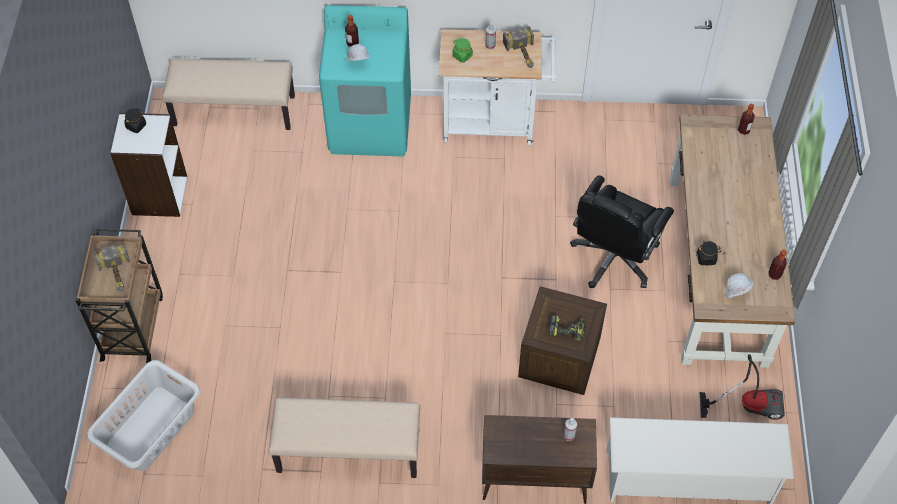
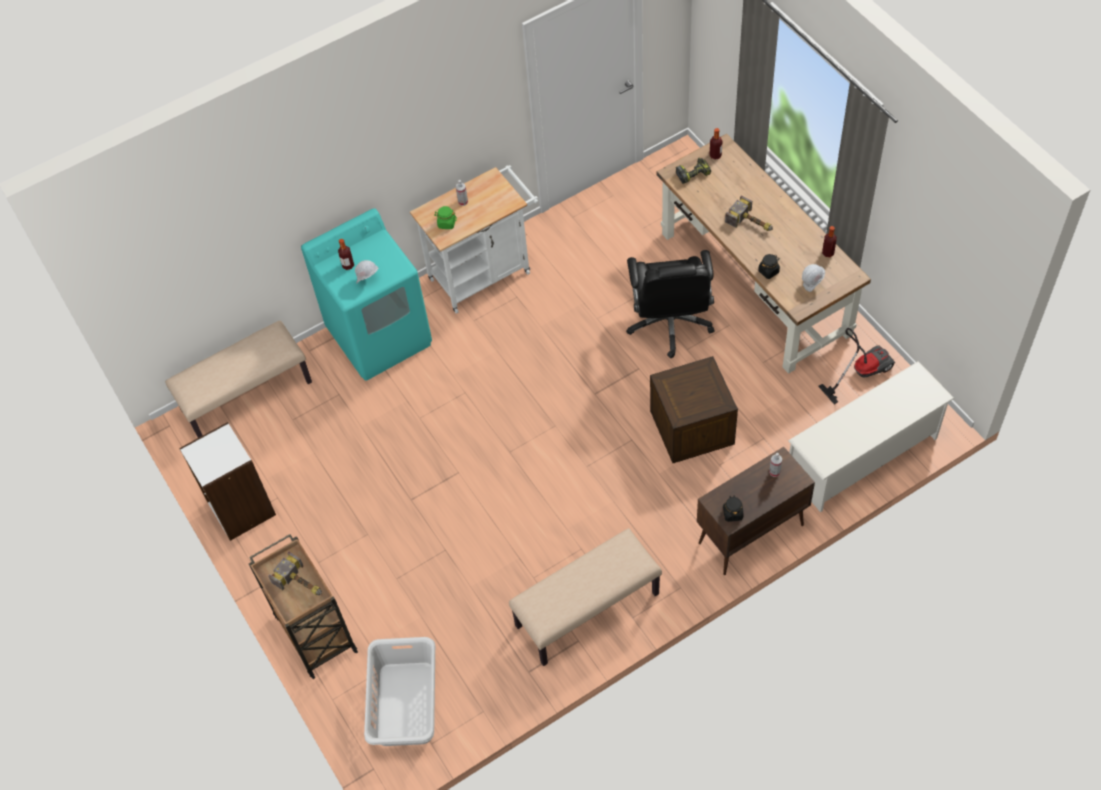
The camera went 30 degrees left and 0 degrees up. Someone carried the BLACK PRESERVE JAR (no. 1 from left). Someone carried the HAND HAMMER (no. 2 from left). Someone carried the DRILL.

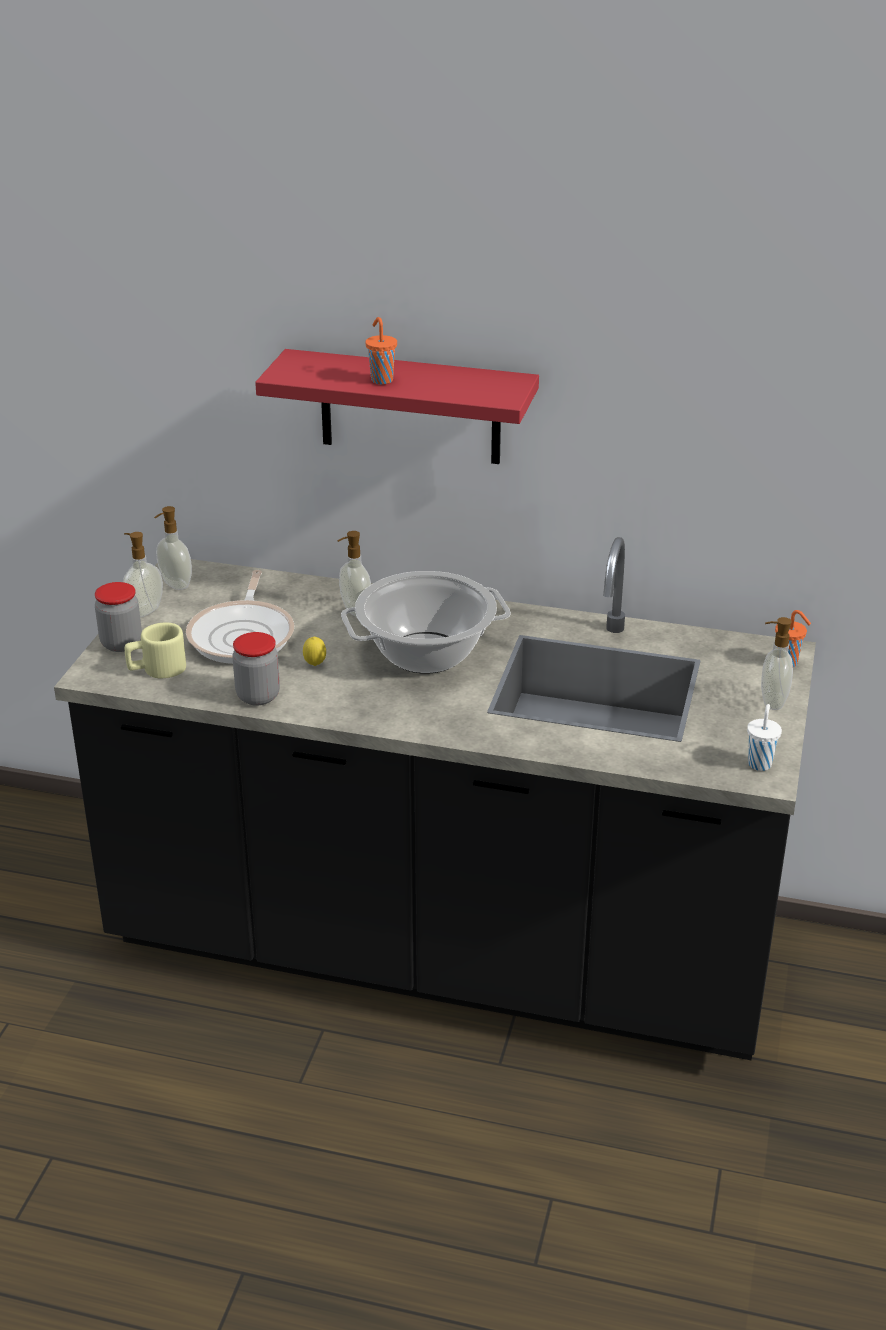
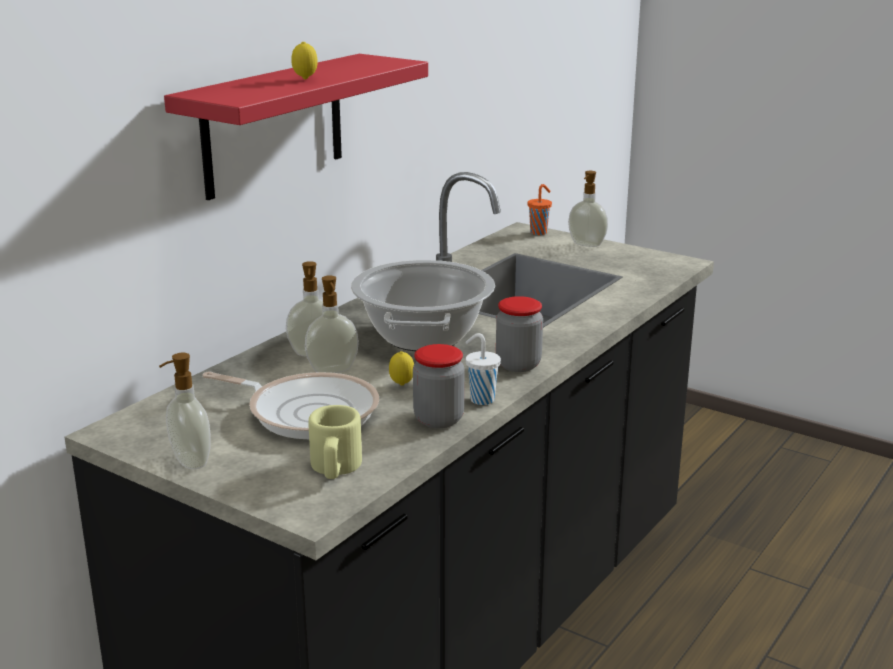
The camera went 70 degrees left and 10 degrees down. Someone carried the PRESERVE JAR (no. 1 from left in the first image). Someone carried the LIQUID SOAP BOTTLE (no. 2 from left in the first image). Someone swapped the ORANGEY DRINKING CUP (no. 1 from left) for the WHOLE LEMON (no. 1 from left). Someone carried the WHITISH DRINKING CUP.

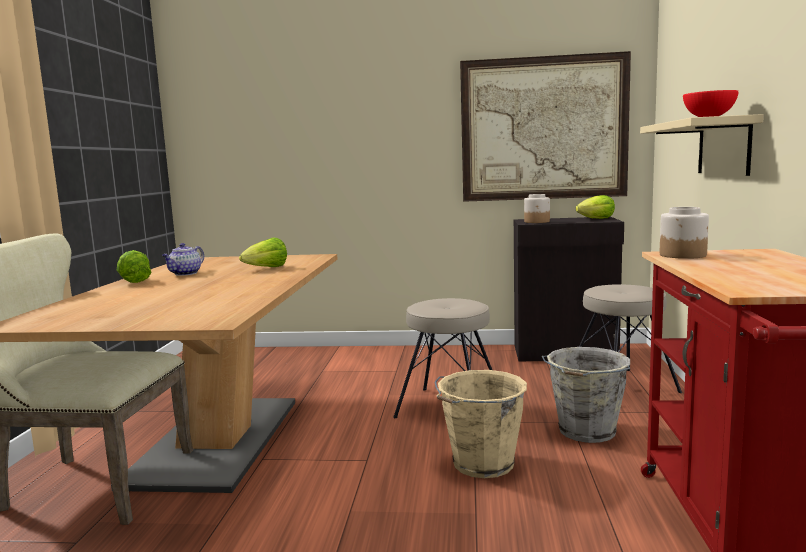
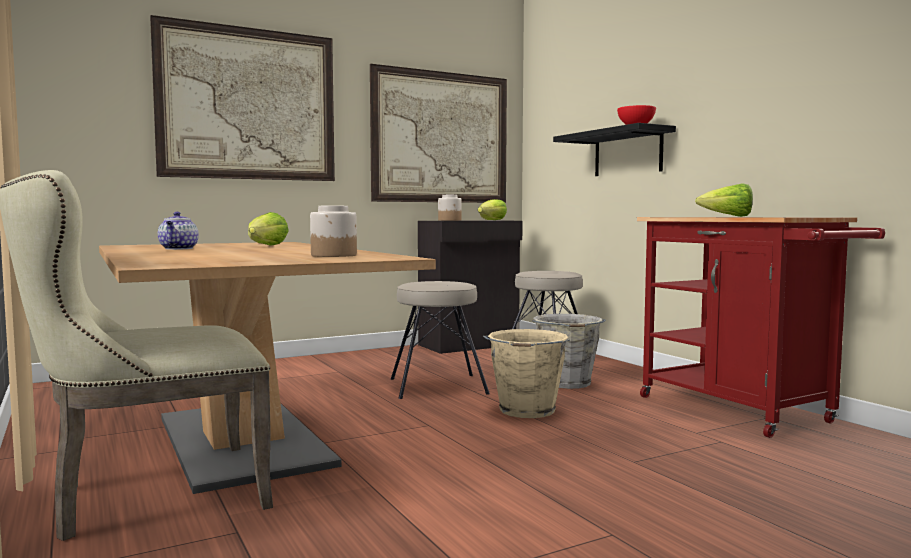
The camera went 35 degrees left and 5 degrees down. Someone carried the LETTUCE (no. 1 from left in the first image). Someone repainted the BEIGE SHELF, which became the BLACK SHELF. Someone carried the PRESERVE JAR (no. 2 from left in the first image). Someone put up the WALL ART (no. 1 from left).

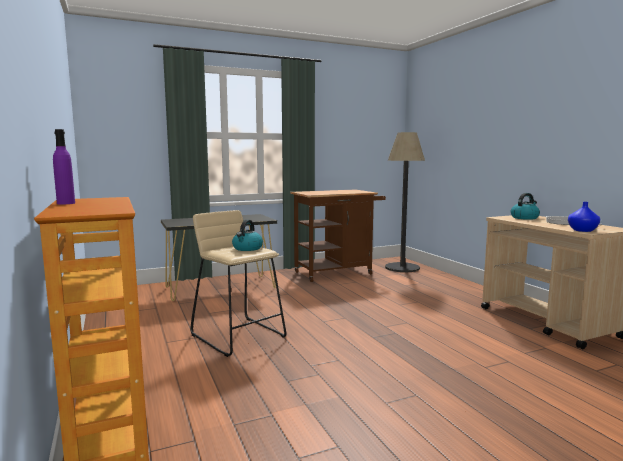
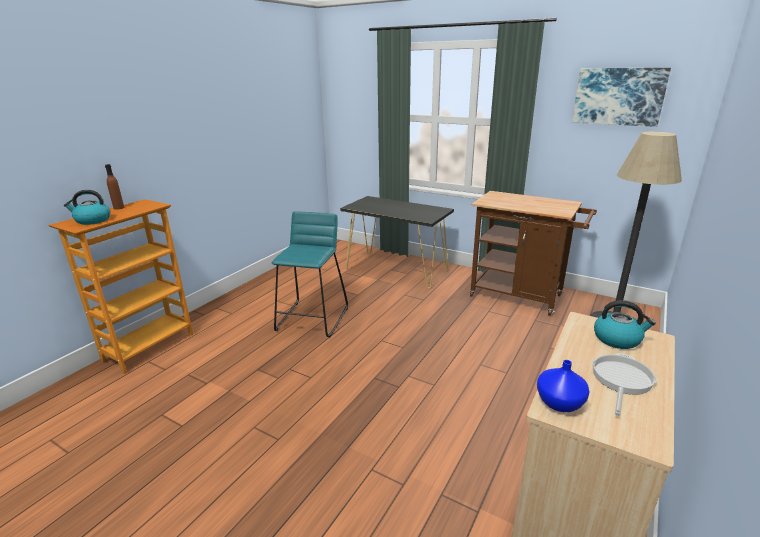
The camera went 55 degrees right and 15 degrees up. Someone repainted the PURPLISH BEVERAGE BOTTLE, which became the BROWN BEVERAGE BOTTLE. Someone repainted the BEIGE STOOL, which became the TURQUOISE-COLOURED STOOL. Someone carried the KETTLE (no. 1 from left). Someone put up the WALL ART.

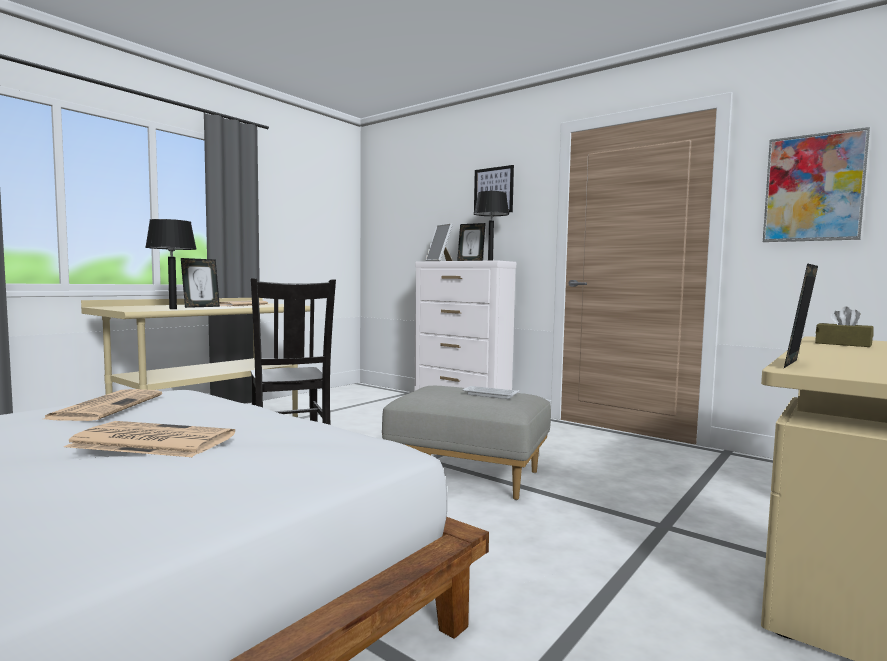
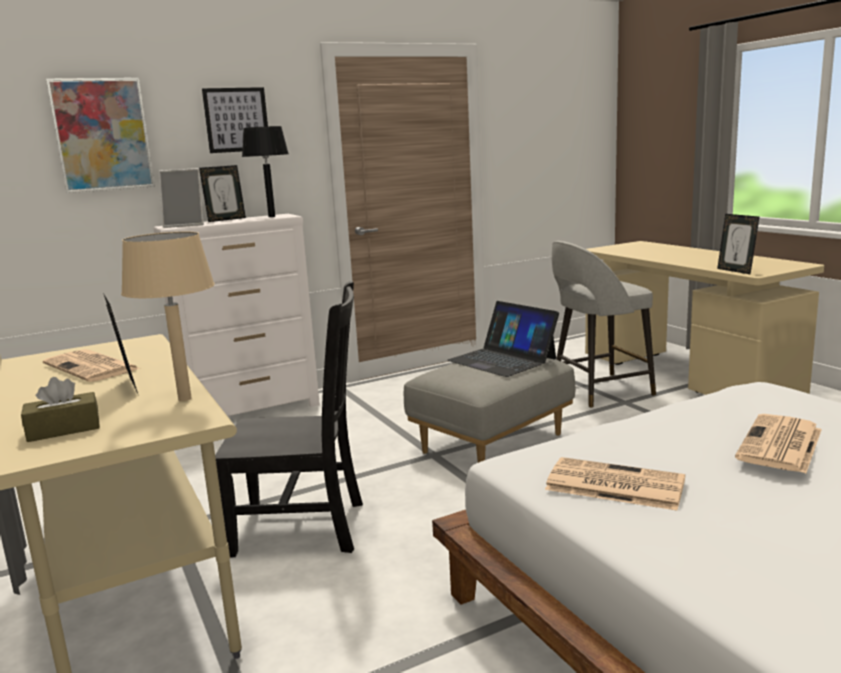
The camera went 65 degrees left and 10 degrees up. Someone repainted the BLACK TABLE LAMP (no. 1 from left), which became the BEIGE TABLE LAMP. Someone swapped the WHITISH TRAY for the NOTEBOOK COMPUTER. Someone carried the WALL ART (no. 2 from left in the first image). Someone carried the BROWN TISSUE HOLDER. Someone put down the GREY STOOL.

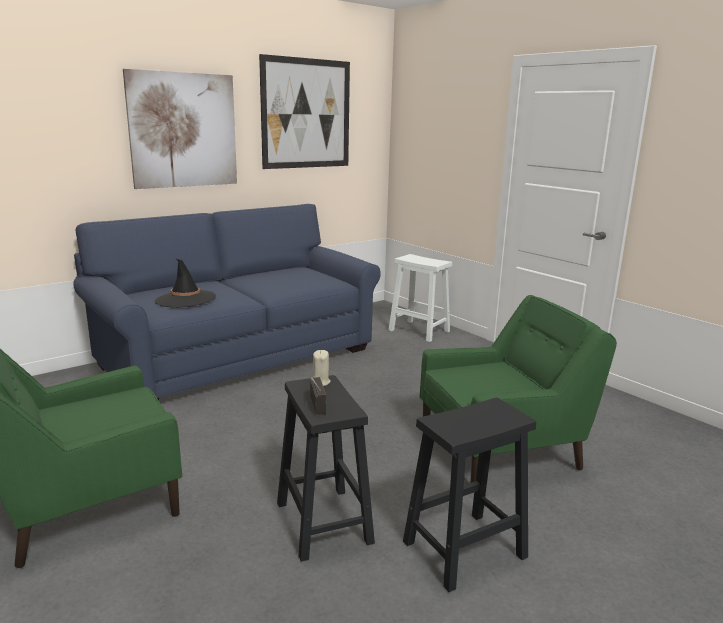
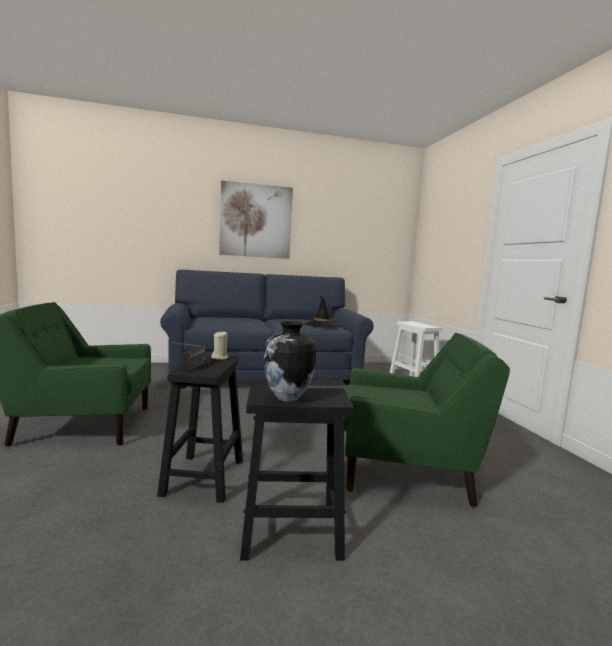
The camera went 25 degrees right and 10 degrees down. Someone carried the BLACK WEARABLE HAT. Someone took away the WALL ART (no. 2 from left). Someone put down the FLOWER VASE.

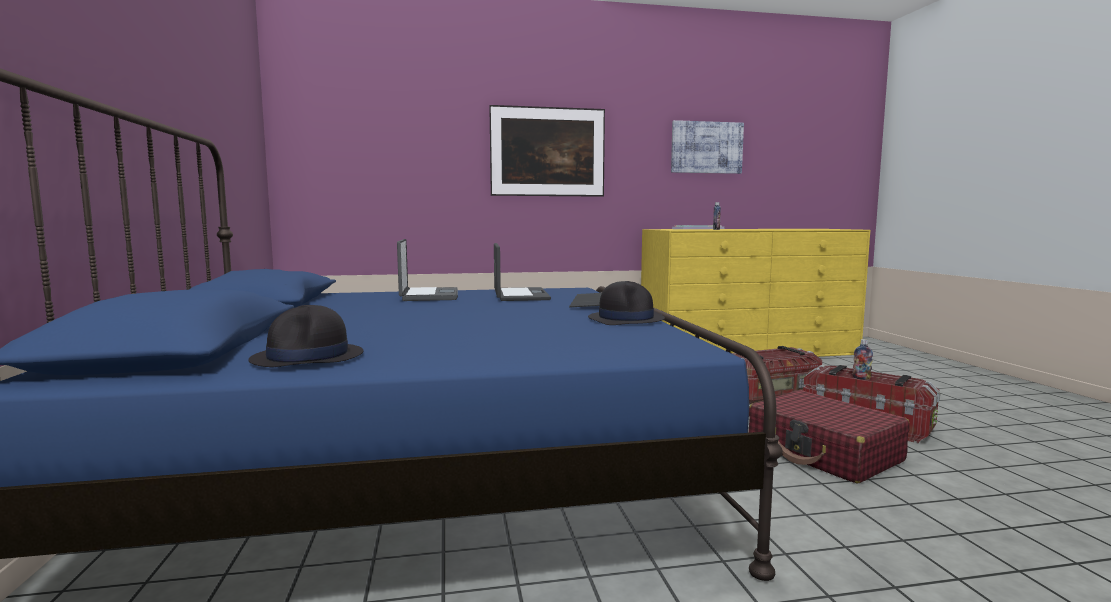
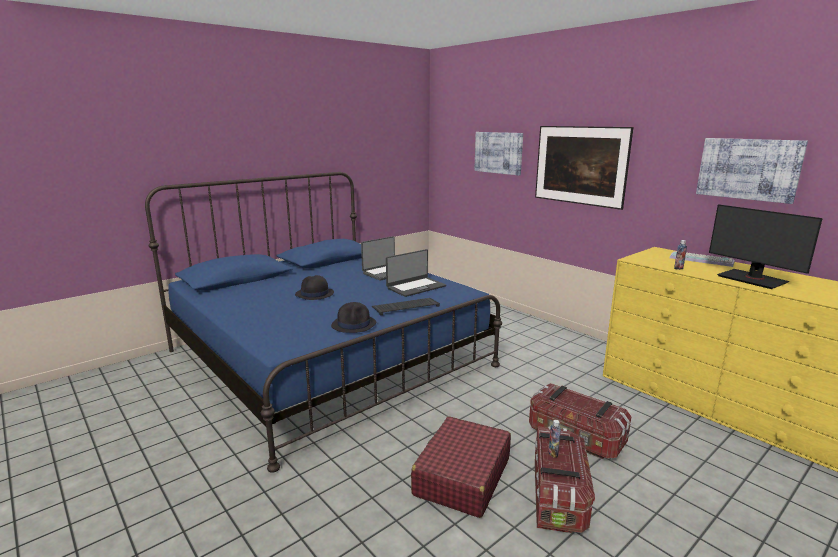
The camera went 60 degrees right and 10 degrees up. Someone carried the BLACK WEARABLE HAT (no. 1 from left). Someone put up the WALL ART (no. 1 from left). Someone put down the COMPUTER SCREEN.

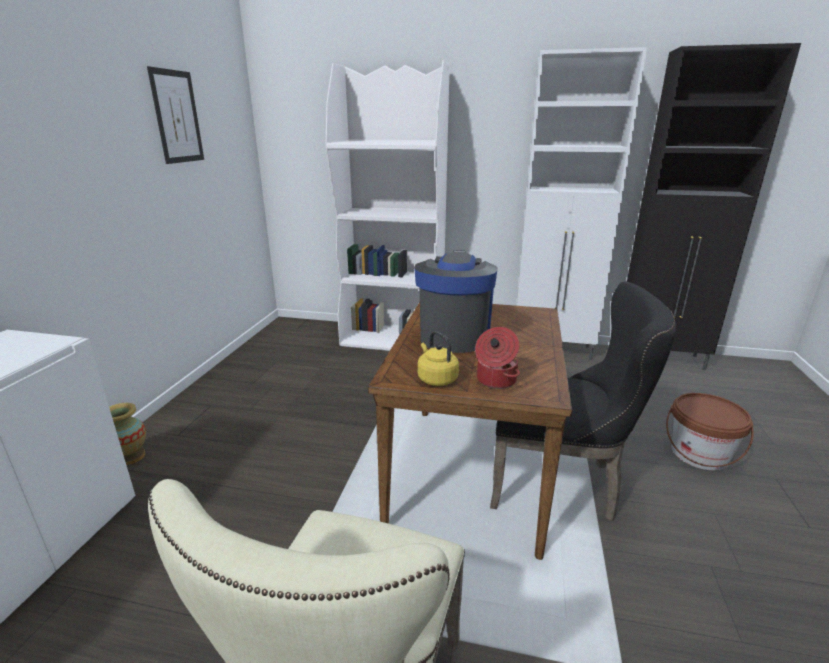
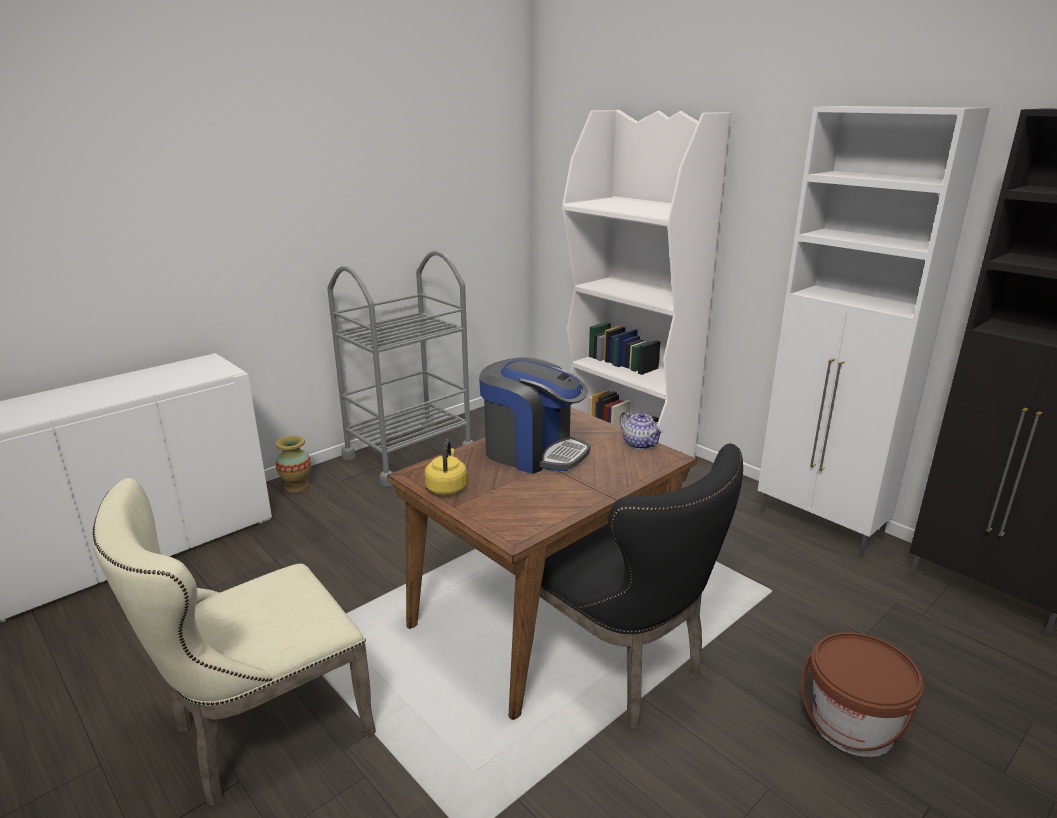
The camera went 35 degrees right and 0 degrees up. Someone took away the WALL ART. Someone rotated the COFFEE BREWER by 75 degrees clockwise. Someone took away the STOCKPOT. Someone put down the GREY CART. Someone put down the POT FOR TEA.

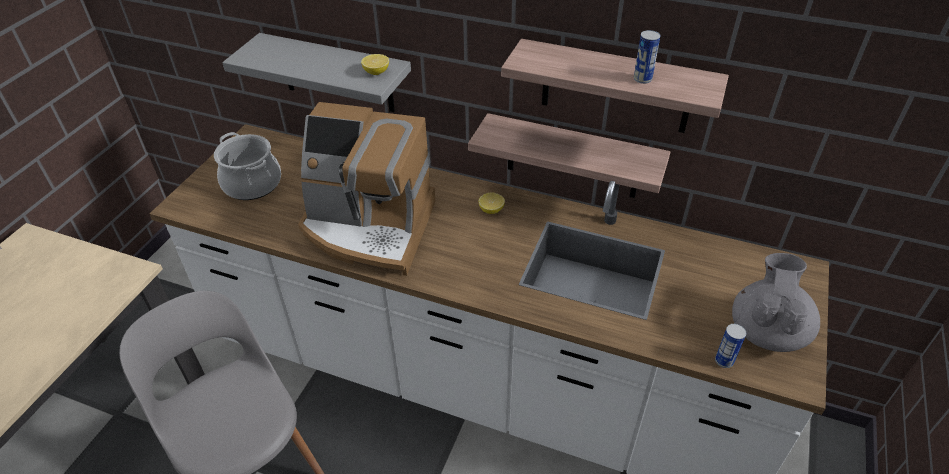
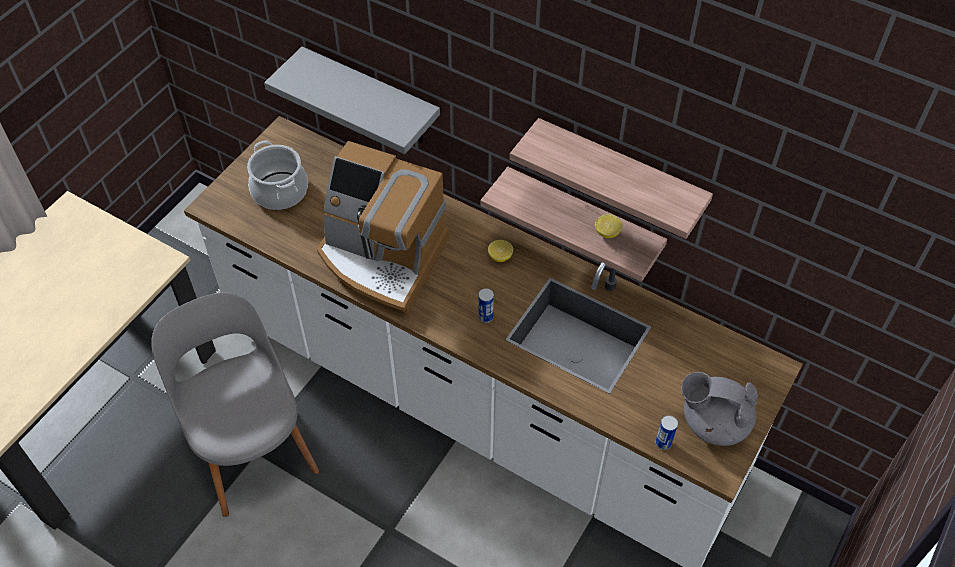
The camera went 10 degrees right and 10 degrees up. Someone carried the WHOLE LEMON (no. 1 from left in the first image). Someone carried the SEALED CAN (no. 1 from left). Someone rotated the GREY POT FOR TEA by 105 degrees counterclockwise.

